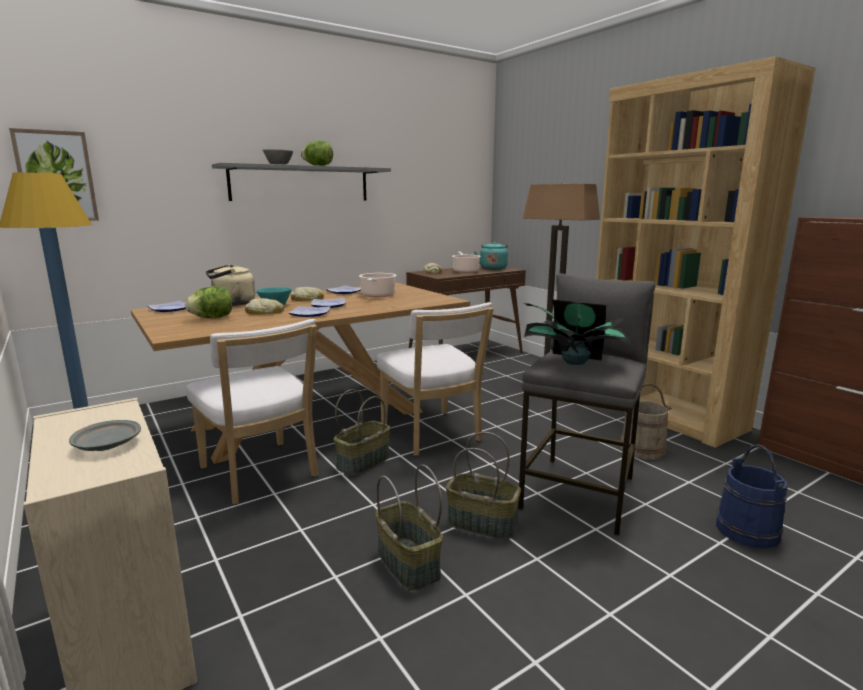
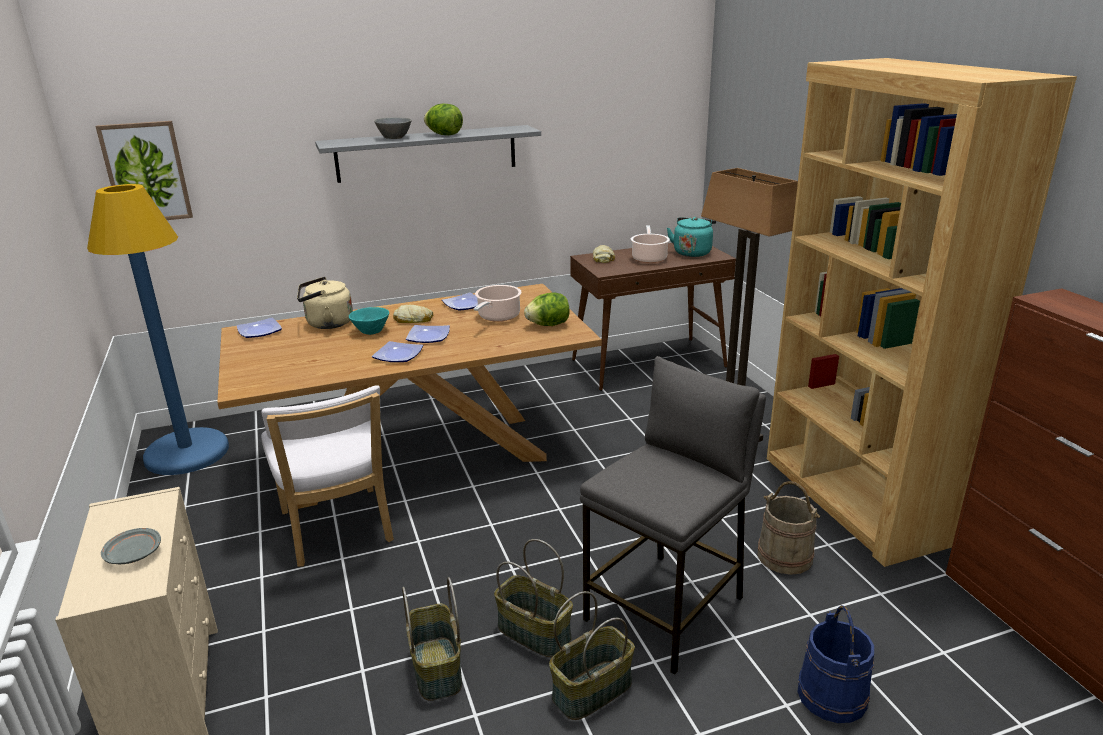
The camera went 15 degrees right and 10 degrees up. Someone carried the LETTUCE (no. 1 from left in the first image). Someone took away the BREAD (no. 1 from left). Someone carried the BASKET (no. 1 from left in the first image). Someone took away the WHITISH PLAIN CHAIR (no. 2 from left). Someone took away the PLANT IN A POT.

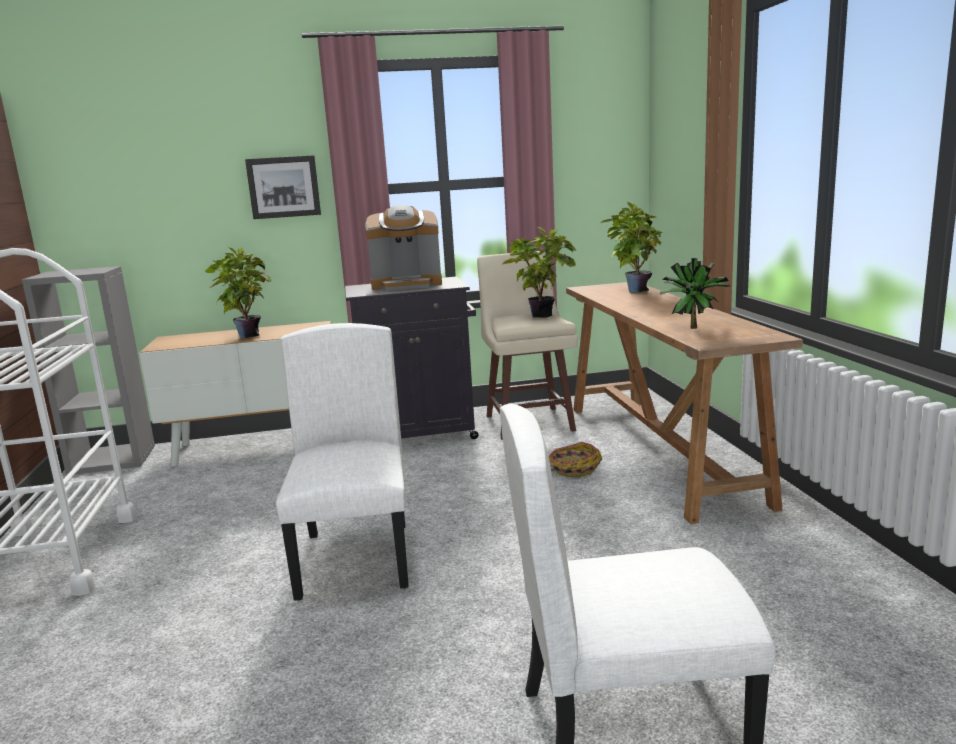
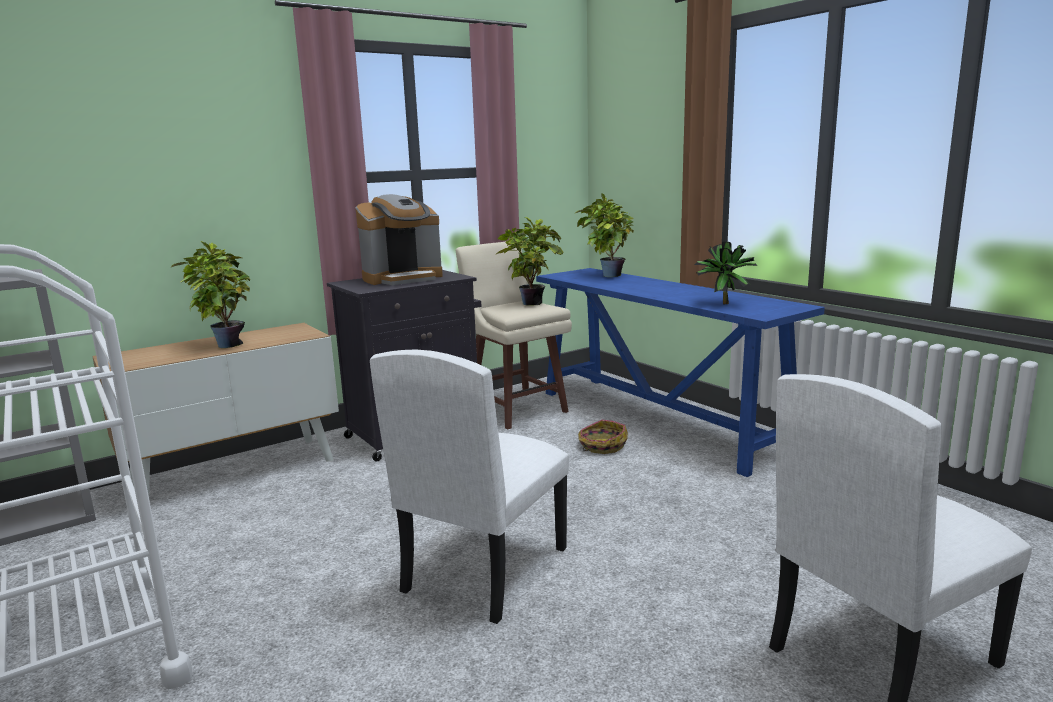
The camera went 25 degrees left and 0 degrees up. Someone took away the WALL ART. Someone rotated the WHITISH PLAIN CHAIR (no. 1 from left) by 120 degrees counterclockwise. Someone repainted the BROWN NARROW TABLE, which became the BLUISH NARROW TABLE.

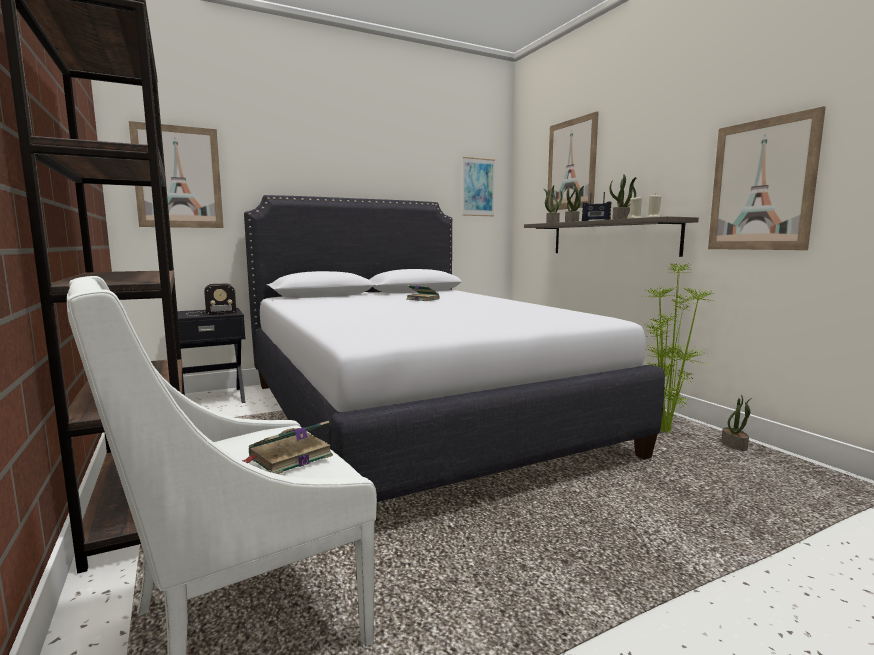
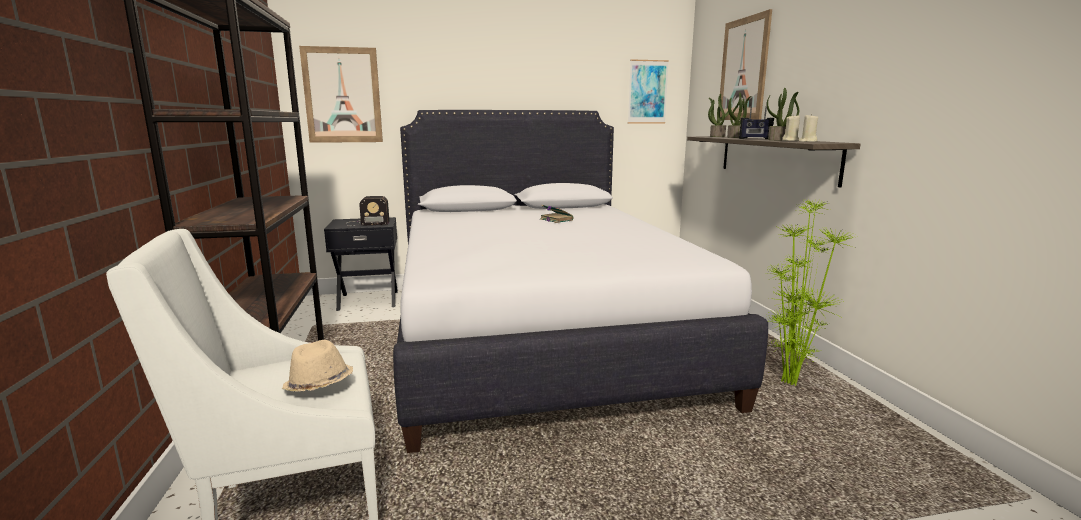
The camera went 15 degrees right and 5 degrees up. Someone swapped the BOOK (no. 1 from left) for the BEIGE WEARABLE HAT. Someone took away the WALL ART (no. 4 from left). Someone took away the PLANT IN A POT (no. 5 from left).

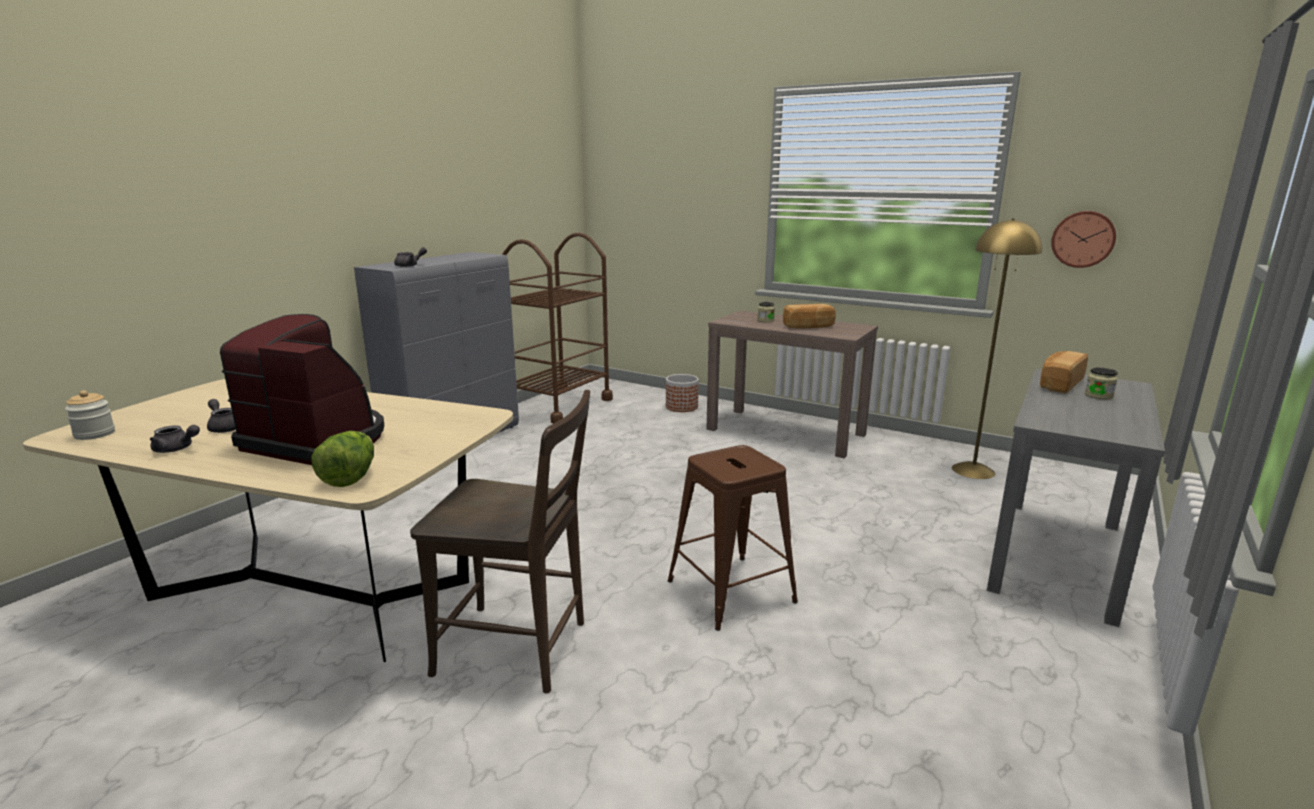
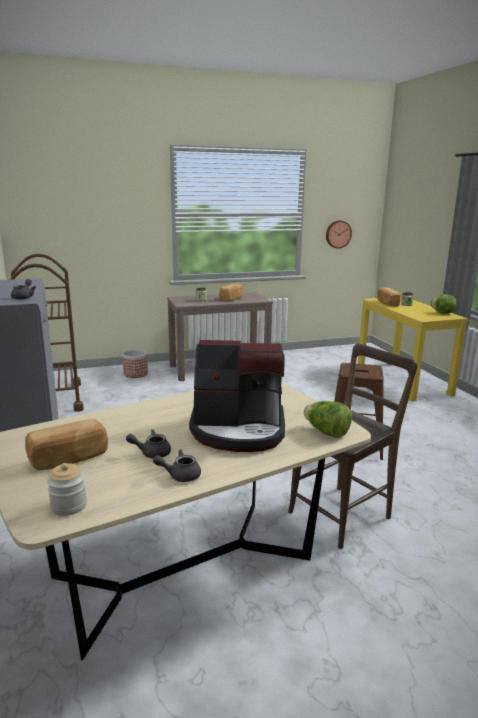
The camera went 50 degrees left and 0 degrees up. Someone rotated the GREY POT FOR TEA (no. 1 from left in the first image) by 150 degrees counterclockwise. Someone rotated the COFFEE BREWER by 150 degrees counterclockwise. Someone took away the YELLOW STANDARD LAMP. Someone repainted the GREY NARROW TABLE, which became the YELLOW NARROW TABLE. Someone put down the BREAD (no. 1 from left). Someone put down the LETTUCE (no. 2 from left).

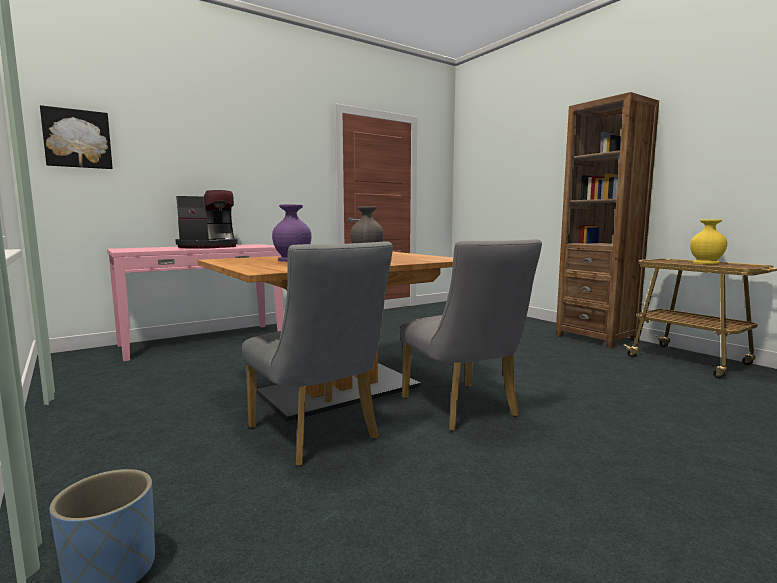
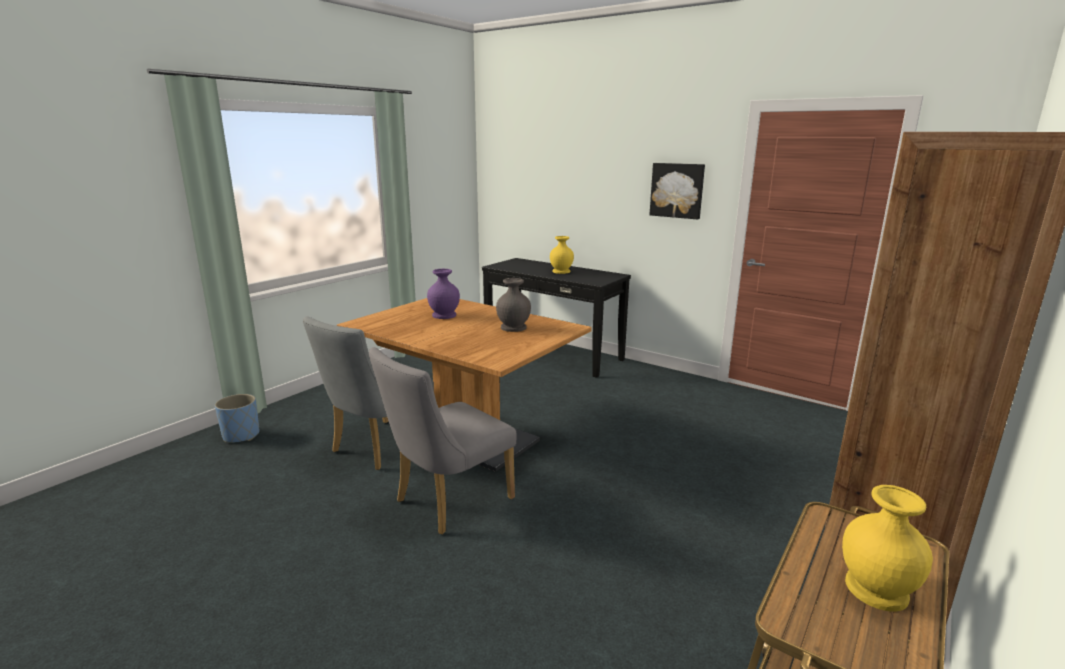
The camera went 70 degrees right and 10 degrees up. Someone carried the WALL ART. Someone repainted the PINK NARROW TABLE, which became the BLACK NARROW TABLE. Someone swapped the COFFEE BREWER for the YELLOW FLOWER VASE (no. 1 from left).

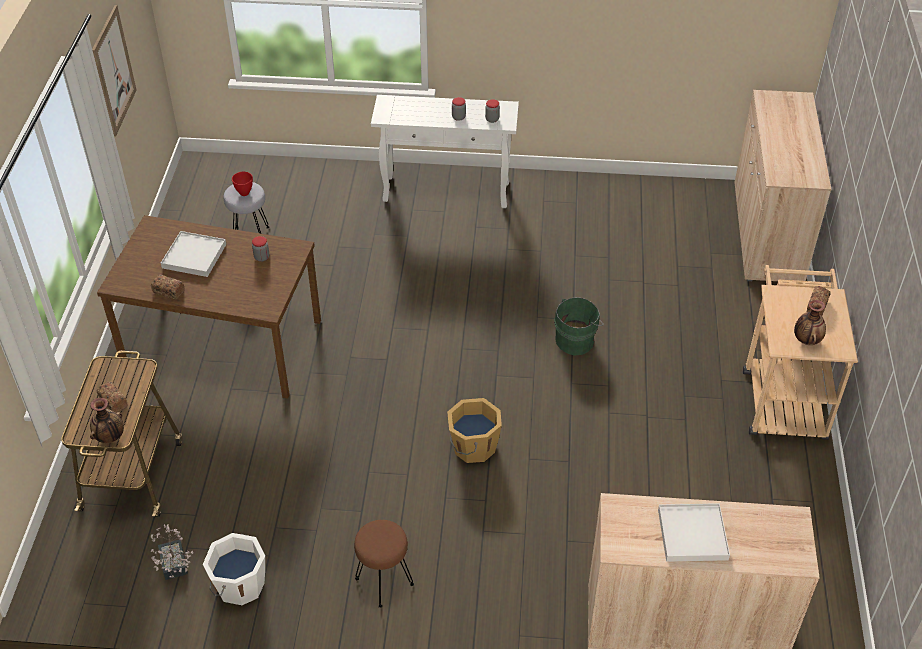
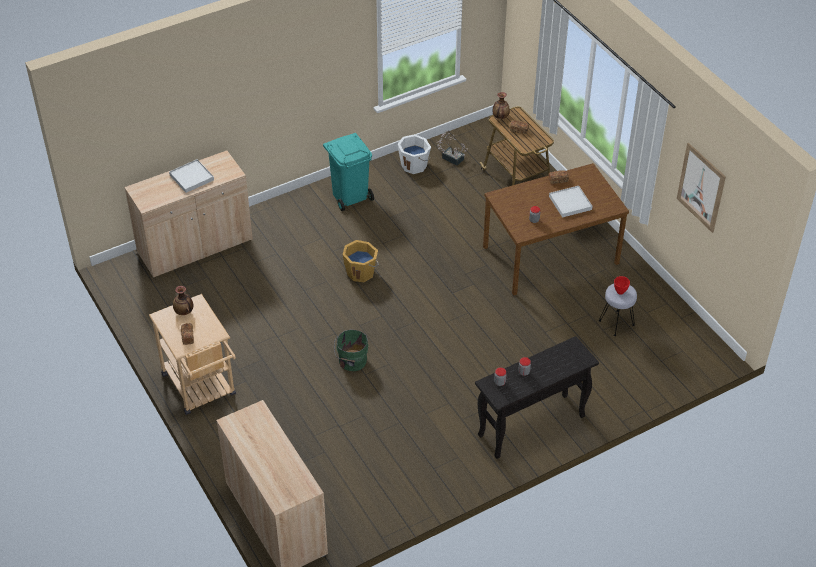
The camera went 145 degrees right and 0 degrees up. Someone swapped the BROWN STOOL for the TURQUOISE-COLOURED TRASH CAN. Someone repainted the WHITISH NARROW TABLE, which became the BLACK NARROW TABLE.

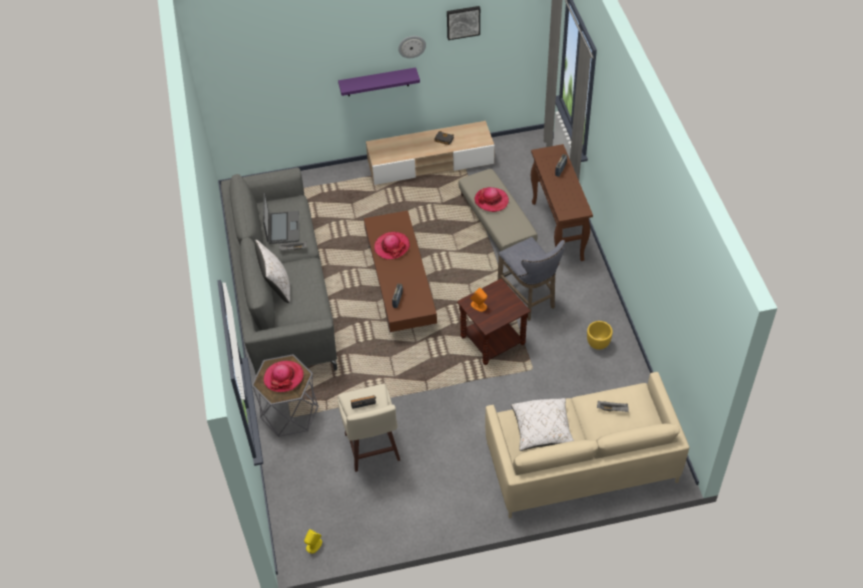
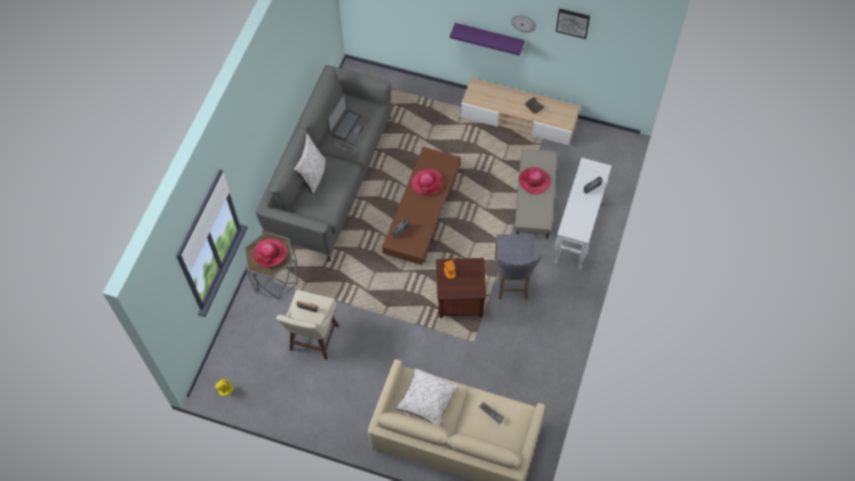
The camera went 30 degrees right and 10 degrees up. Someone repainted the BROWN NARROW TABLE, which became the WHITISH NARROW TABLE. Someone took away the YELLOW PLANTER.

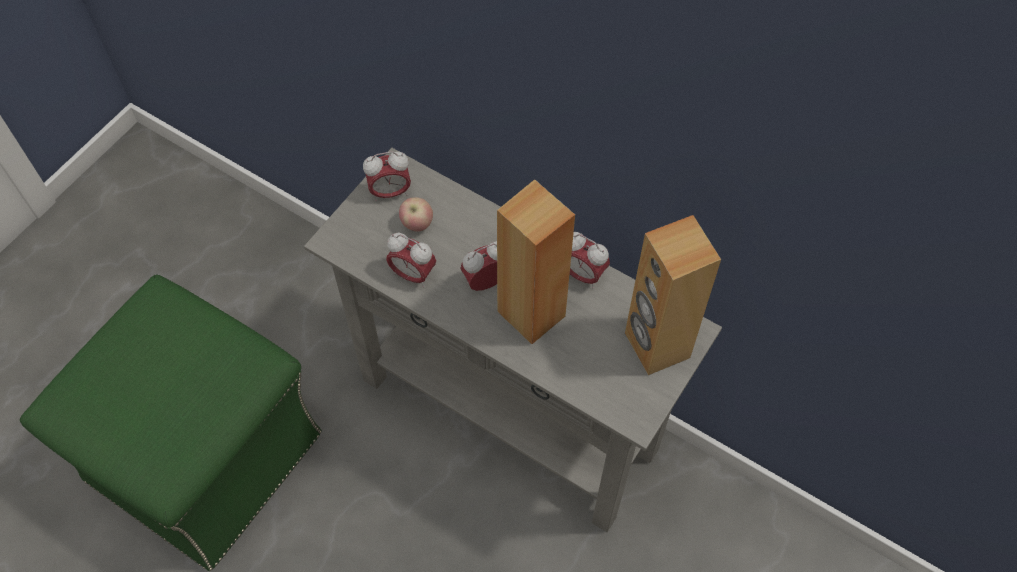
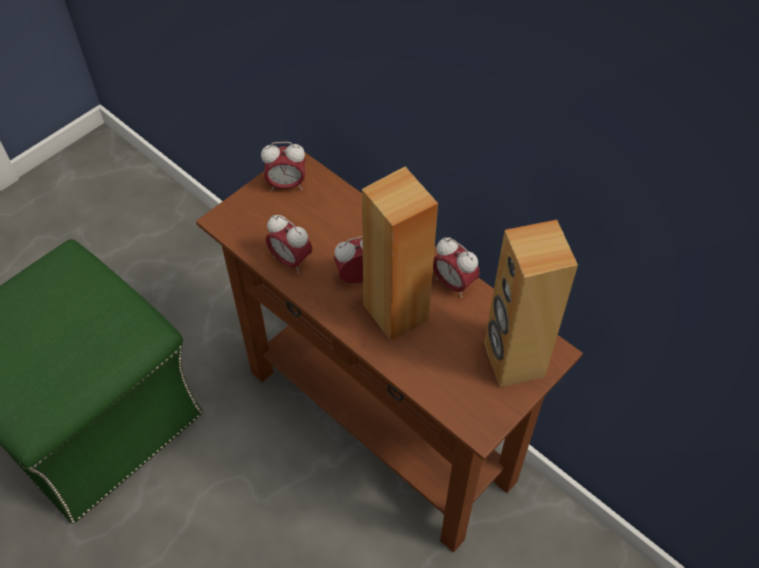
The camera went 10 degrees right and 5 degrees down. Someone repainted the GREY NARROW TABLE, which became the BROWN NARROW TABLE. Someone took away the WHOLE APPLE.

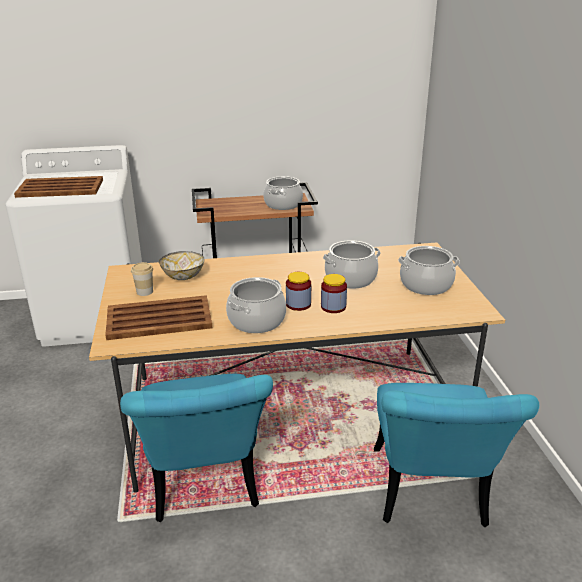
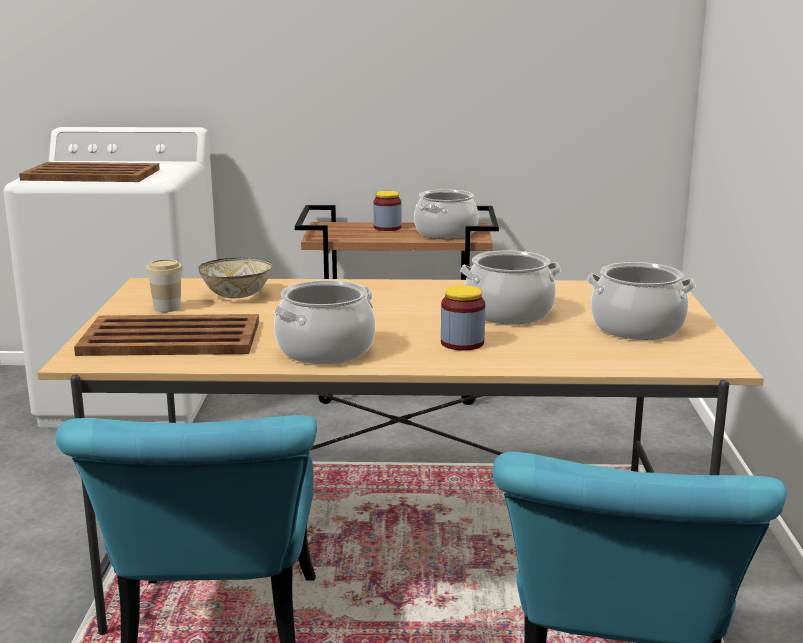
The camera went 10 degrees right and 10 degrees down. Someone carried the PRESERVE JAR (no. 1 from left).

